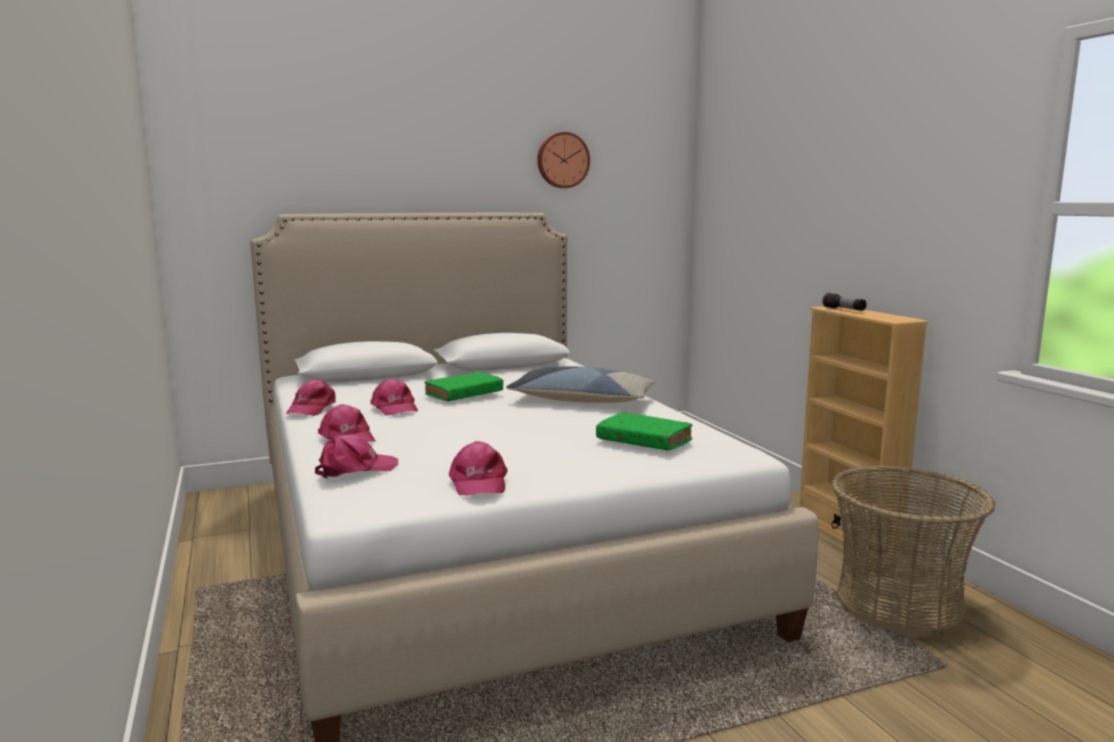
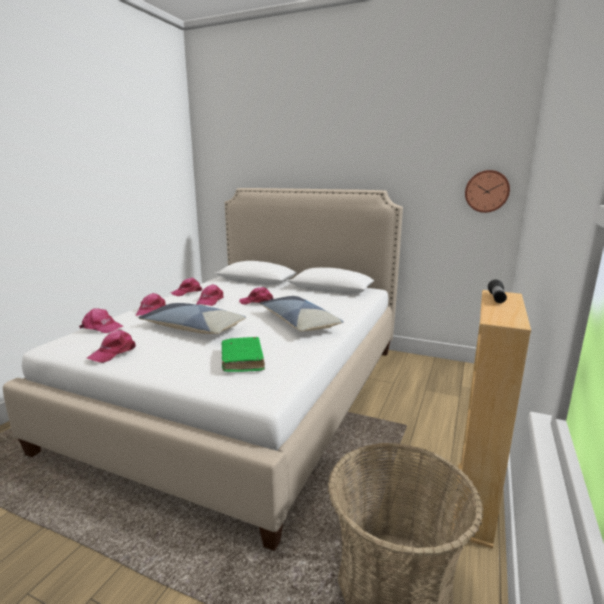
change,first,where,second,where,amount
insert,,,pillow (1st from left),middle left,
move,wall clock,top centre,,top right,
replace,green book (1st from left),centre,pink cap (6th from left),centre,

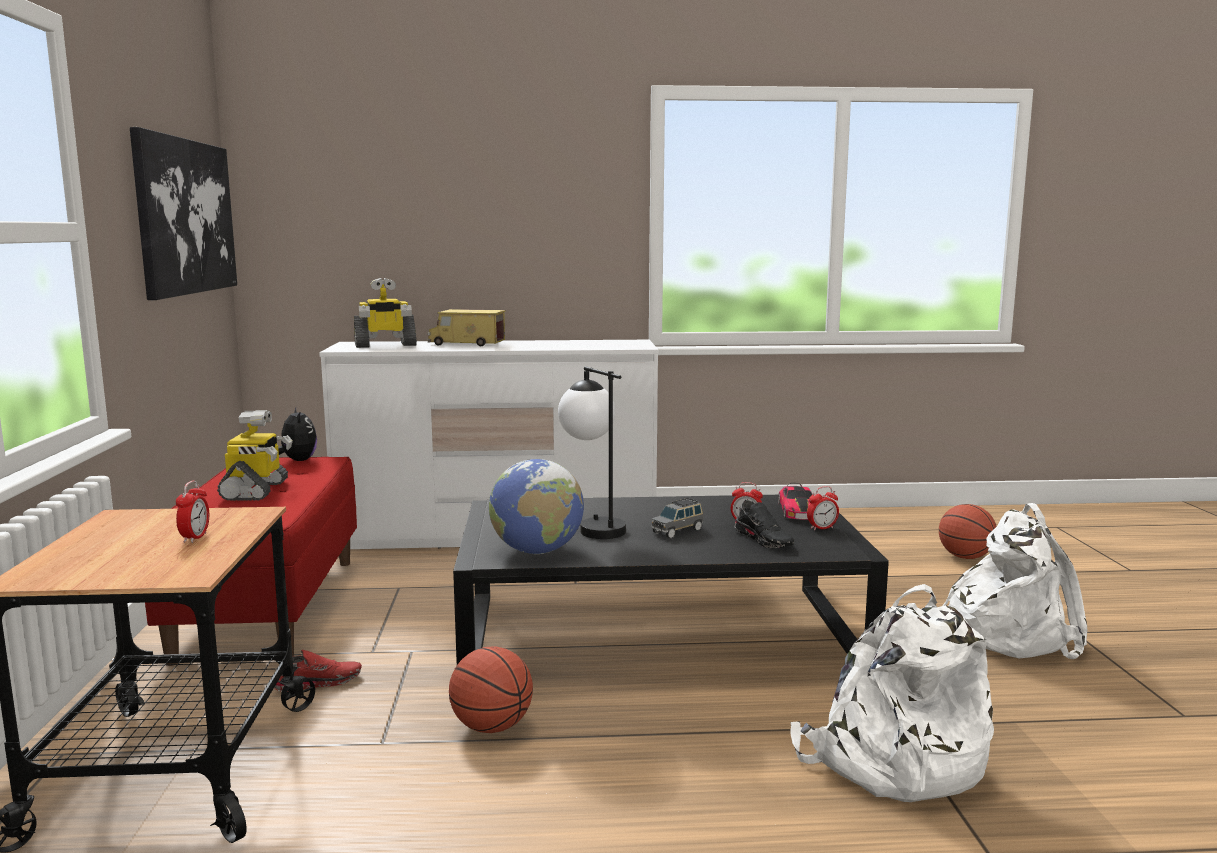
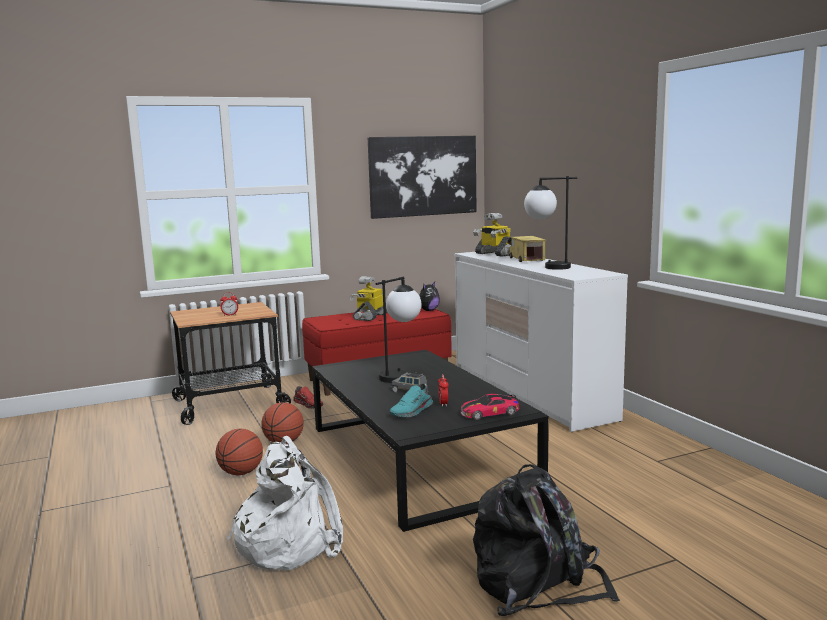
change,first,where,second,where,amount
delete,globe,centre,,,
delete,alarm clock (3rd from left),middle right,,,
insert,,,table lamp (2nd from left),centre,
move,basketball (2nd from left in the first image),middle right,basketball (1st from left),bottom left,
recolor,black shoe,centre,turquoise shoe,centre,
recolor,white backpack (2nd from left),bottom right,black backpack,bottom centre,
rotate,toy robot (1st from left),middle left,,centre,135 degrees clockwise

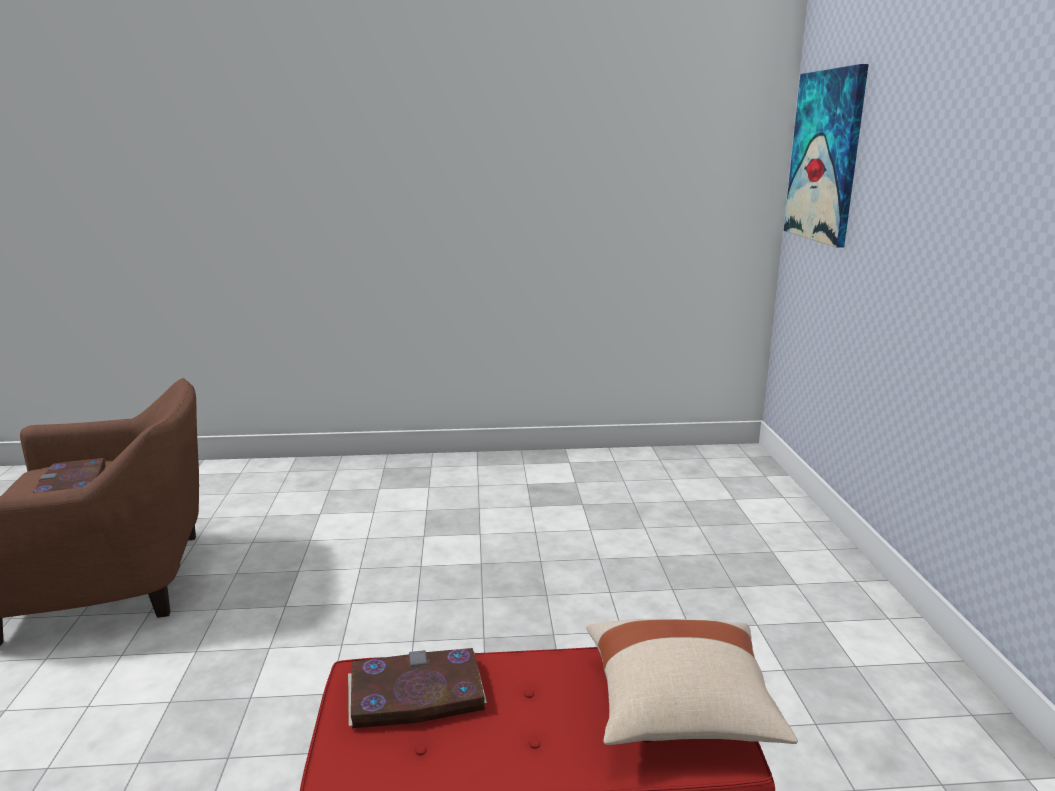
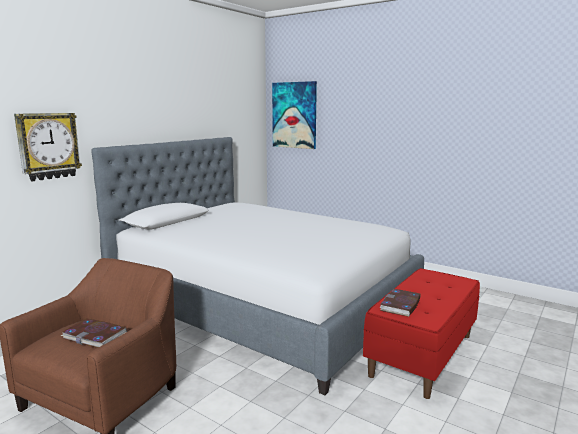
change,first,where,second,where,amount
delete,beige pillow,bottom centre,,,
insert,,,wall clock,middle left,
insert,,,bed,centre,

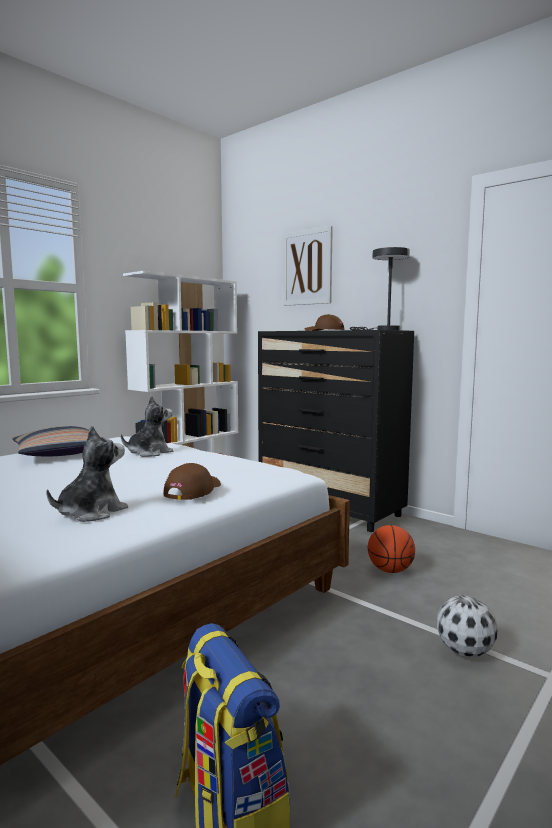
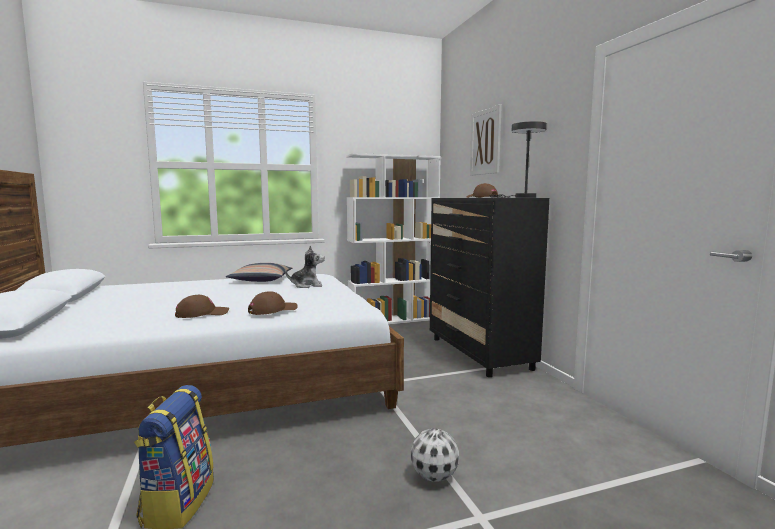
change,first,where,second,where,amount
delete,basketball,middle right,,,
replace,plush toy (1st from left),middle left,brown cap (1st from left),middle left,

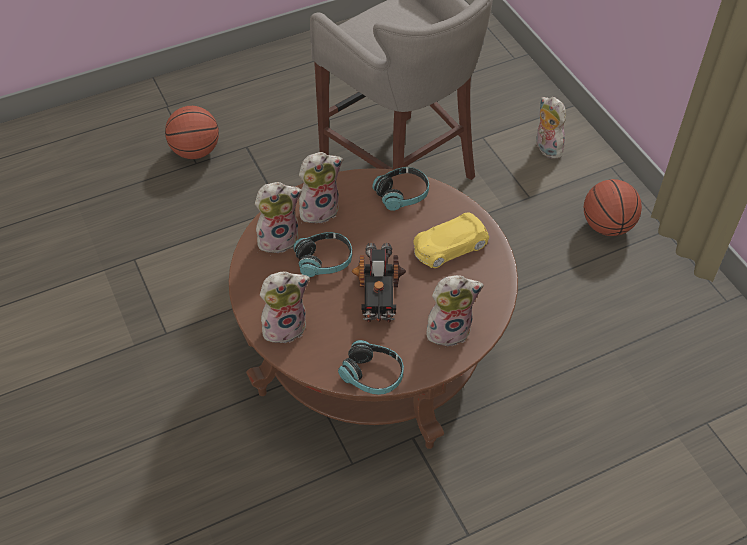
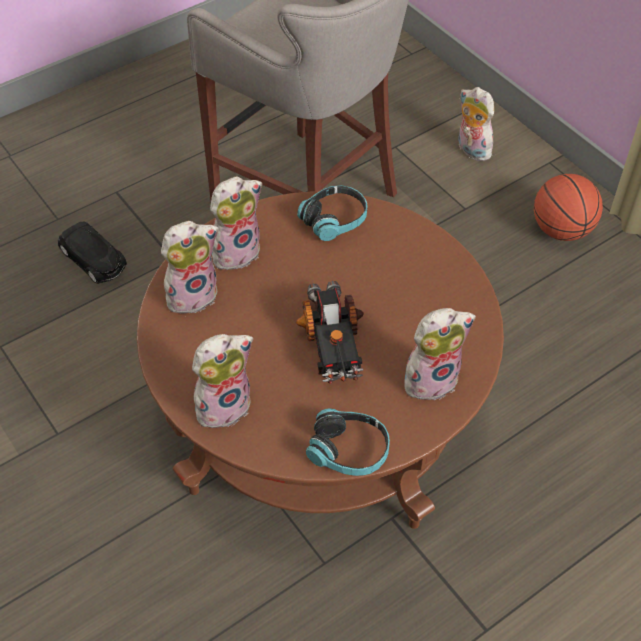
change,first,where,second,where,amount
delete,basketball (1st from left),top left,,,
delete,headphones (1st from left),centre,,,
delete,yellow toy car,centre,,,
insert,,,black toy car,middle left,

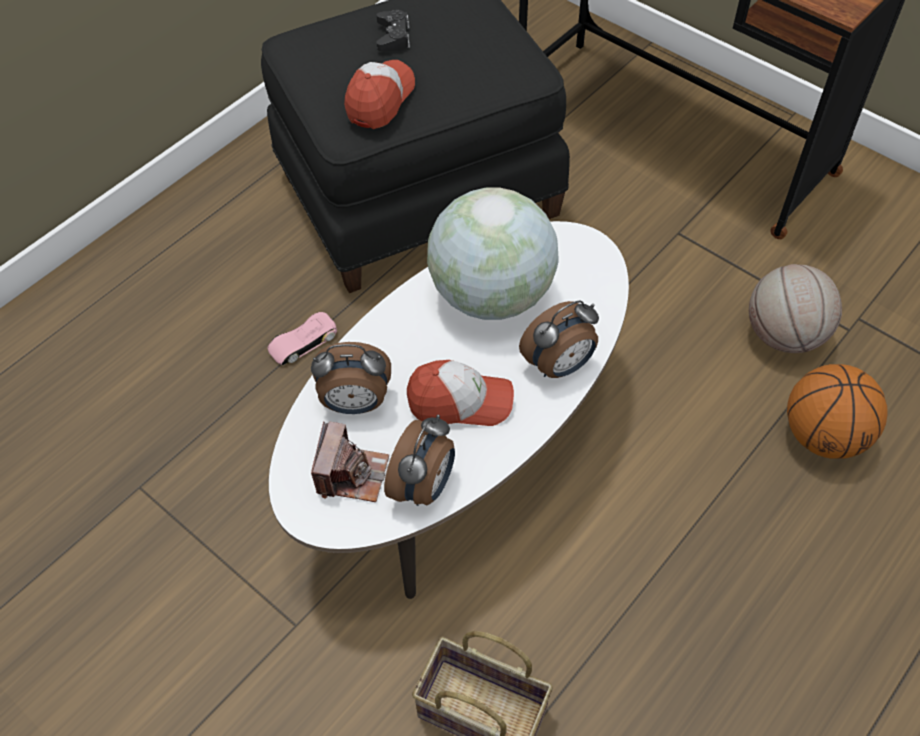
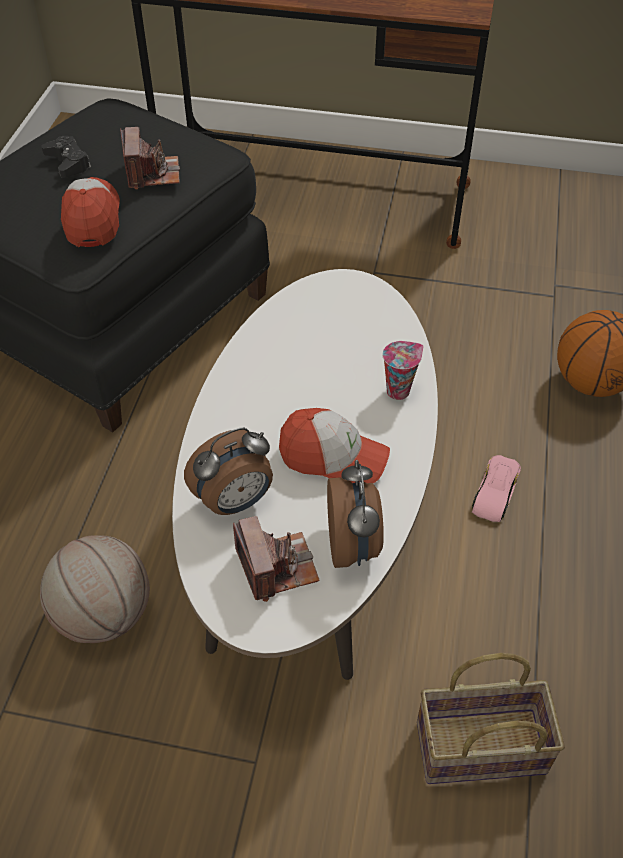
change,first,where,second,where,amount
delete,globe,centre,,,
insert,,,photo camera (1st from left),top left,
move,pink toy car,middle left,,middle right,
move,basketball (1st from left),middle right,,bottom left,
replace,alarm clock (3rd from left),centre,cup,centre,
rotate,cap (2nd from left),centre,,centre,45 degrees clockwise

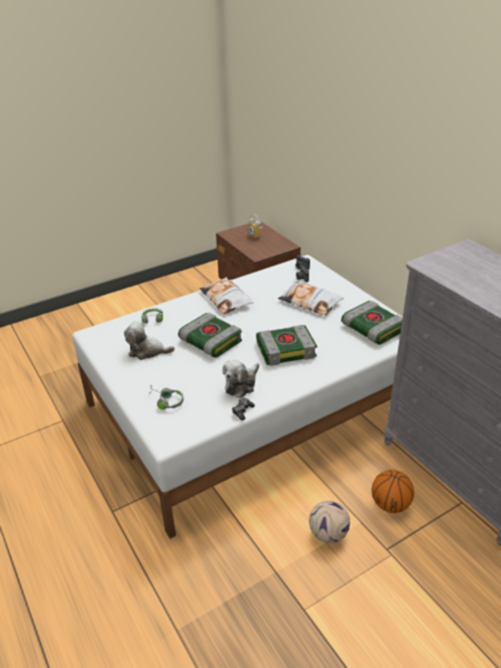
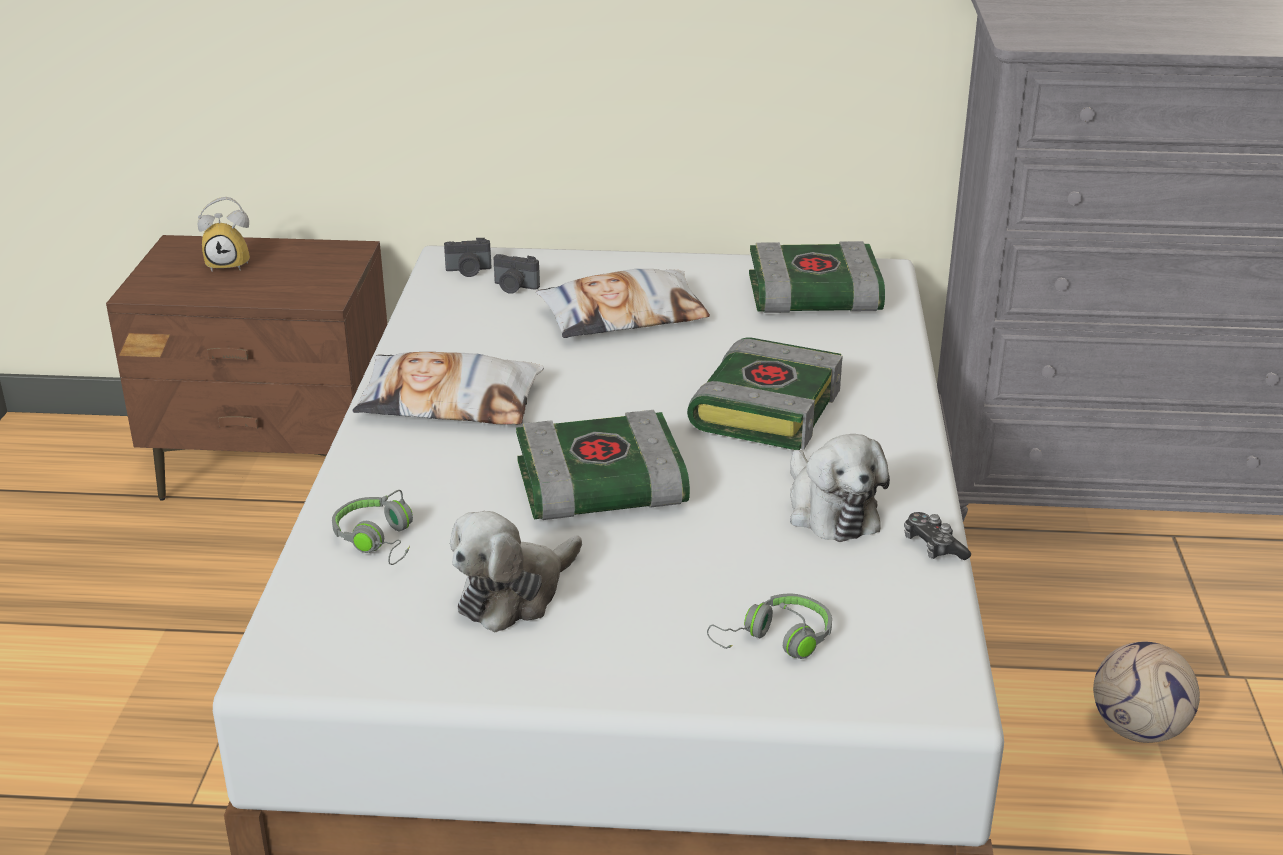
change,first,where,second,where,amount
delete,basketball,bottom right,,,

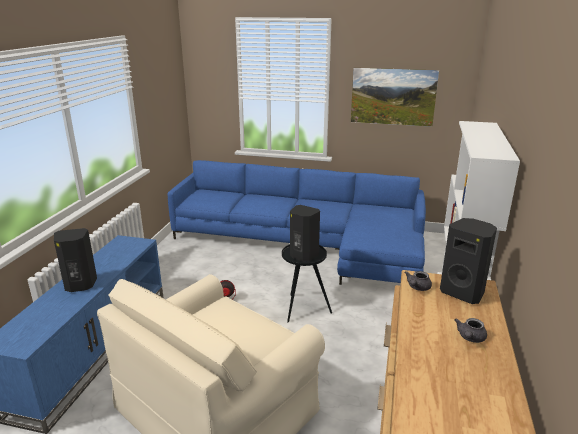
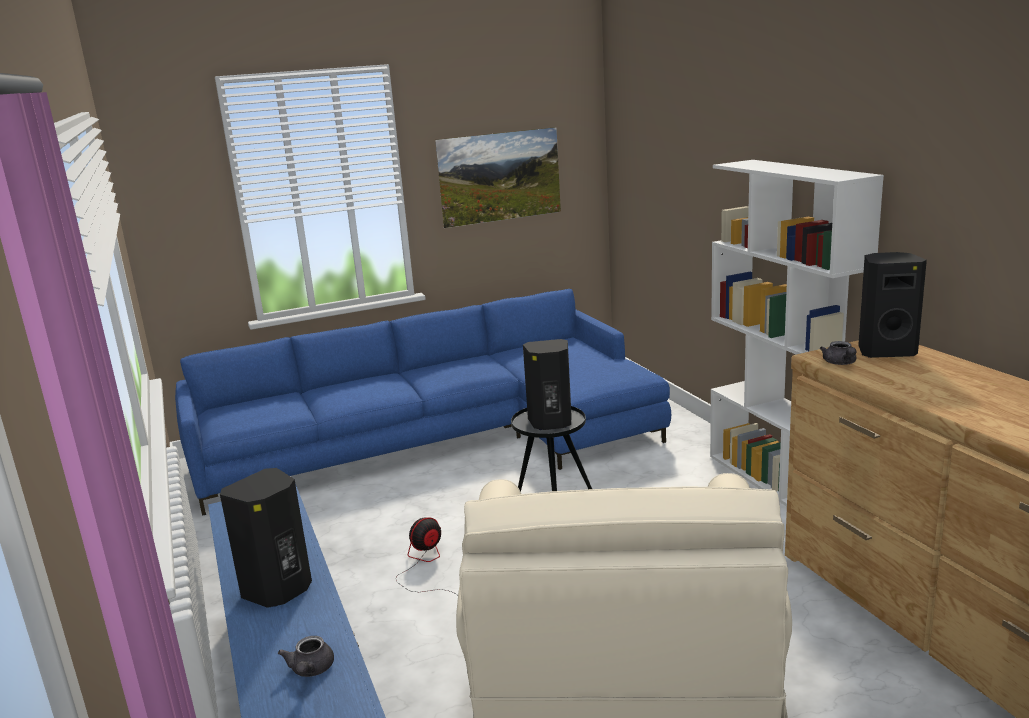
change,first,where,second,where,amount
move,grey teapot (2nd from left in the first image),bottom right,grey teapot (1st from left),bottom left,

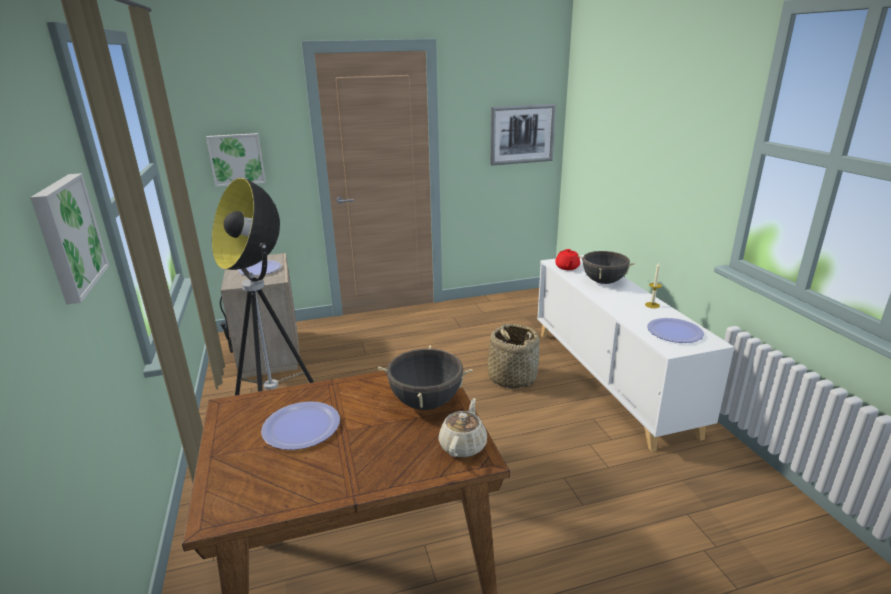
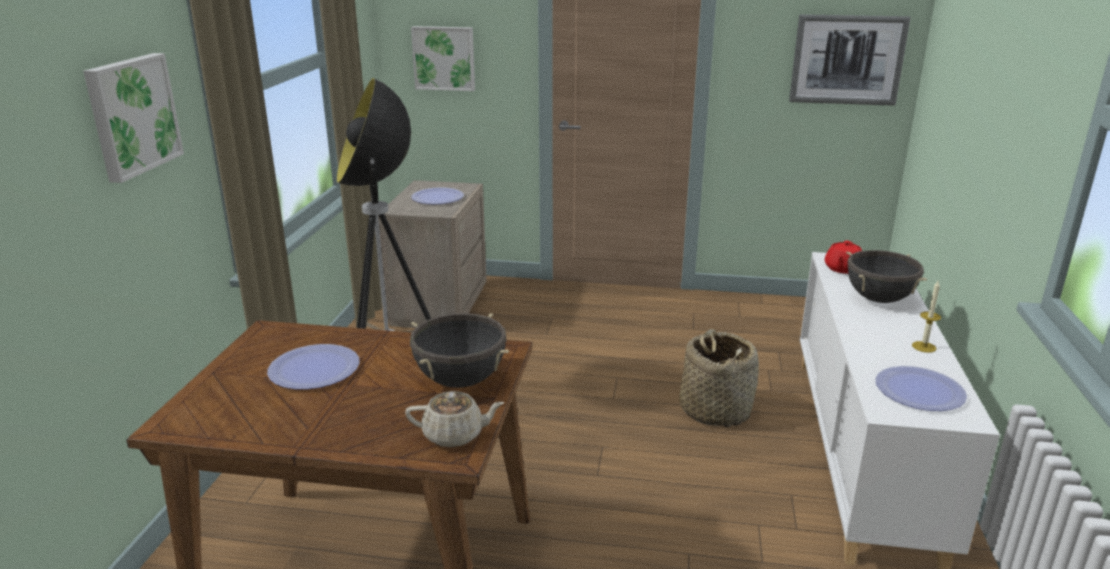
change,first,where,second,where,amount
rotate,beige teapot,bottom centre,,bottom centre,45 degrees clockwise

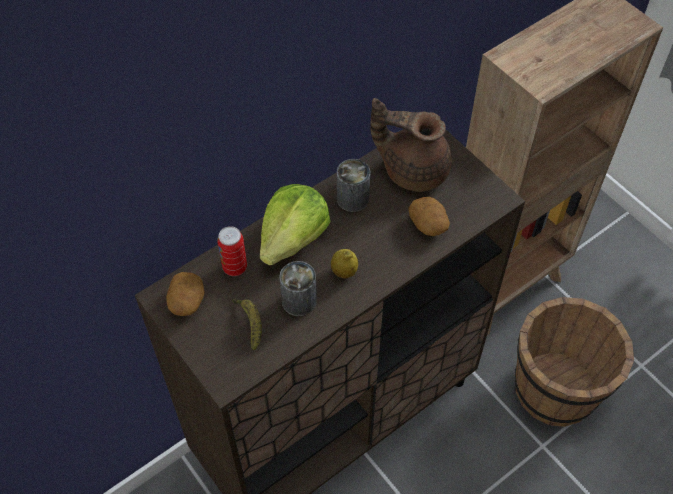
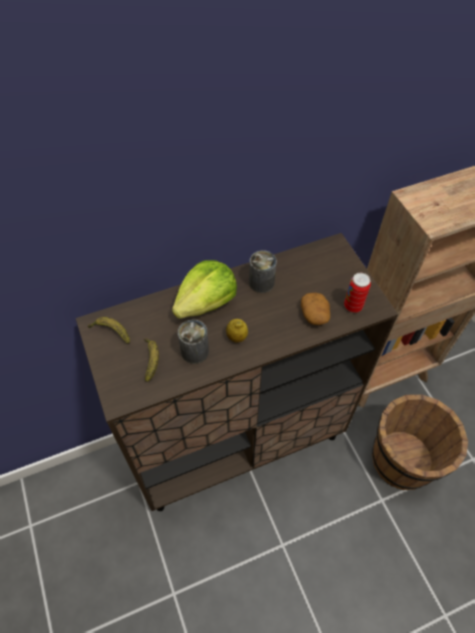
change,first,where,second,where,amount
delete,brown teapot,top centre,,,
move,can (1st from left in the first image),centre,can (3rd from left),middle right,
replace,potato (1st from left),middle left,banana (1st from left),middle left,

